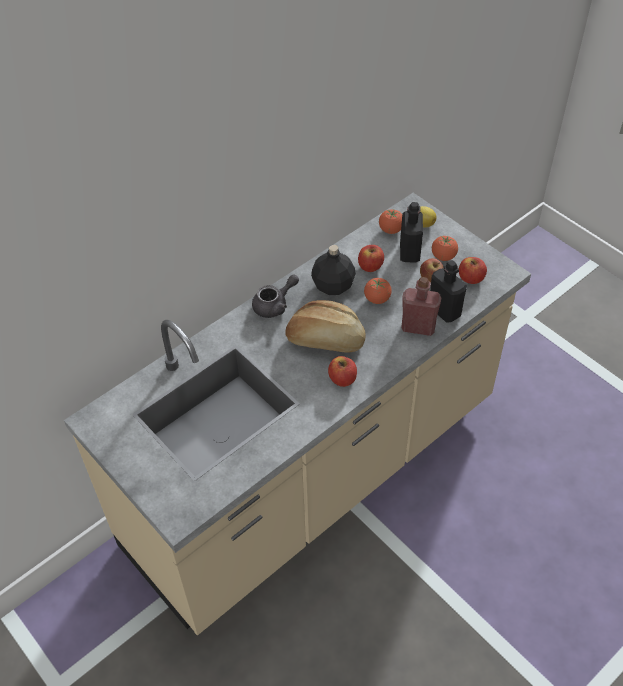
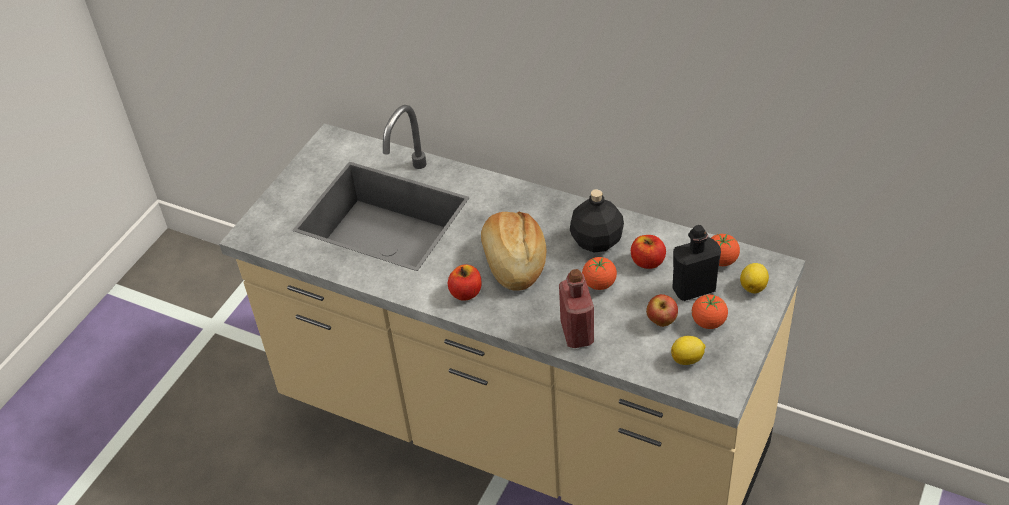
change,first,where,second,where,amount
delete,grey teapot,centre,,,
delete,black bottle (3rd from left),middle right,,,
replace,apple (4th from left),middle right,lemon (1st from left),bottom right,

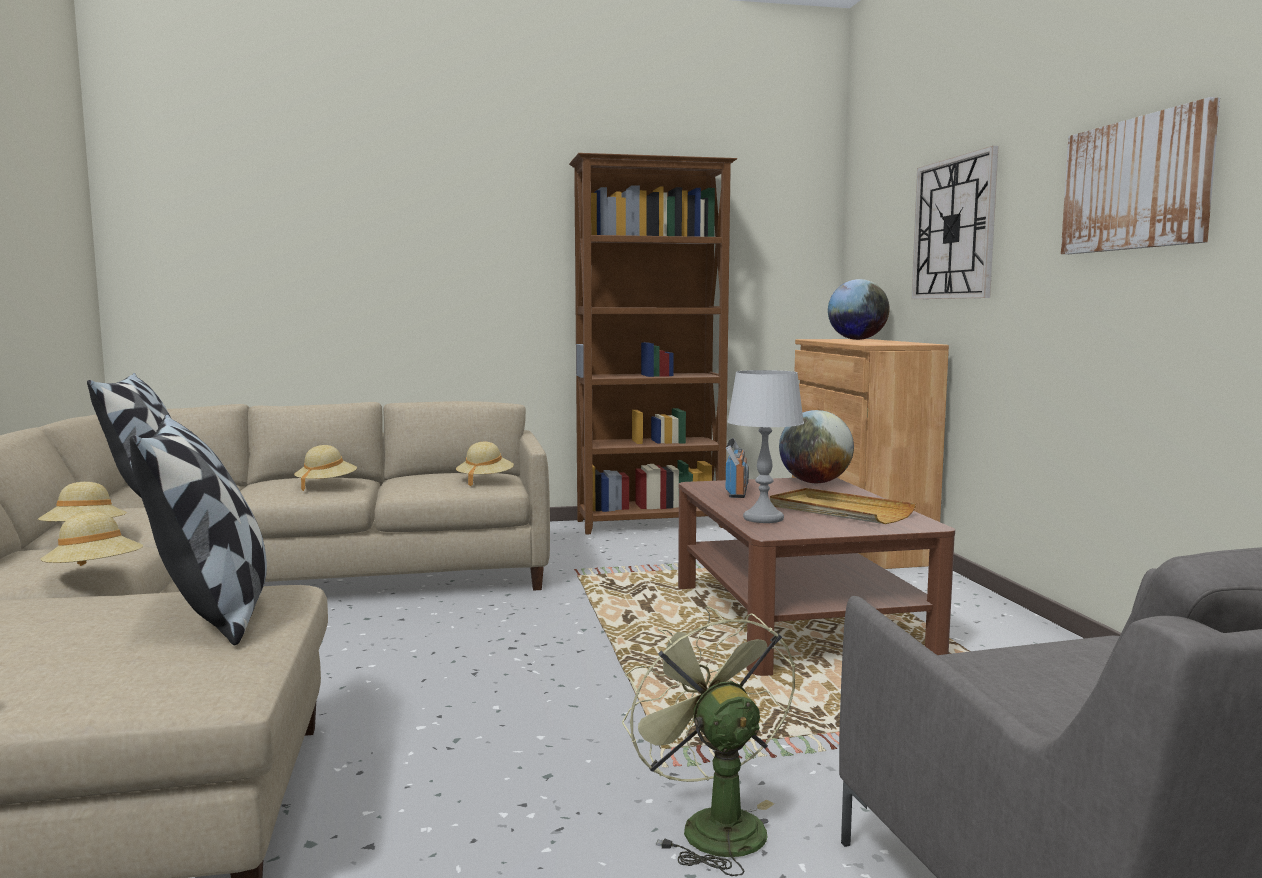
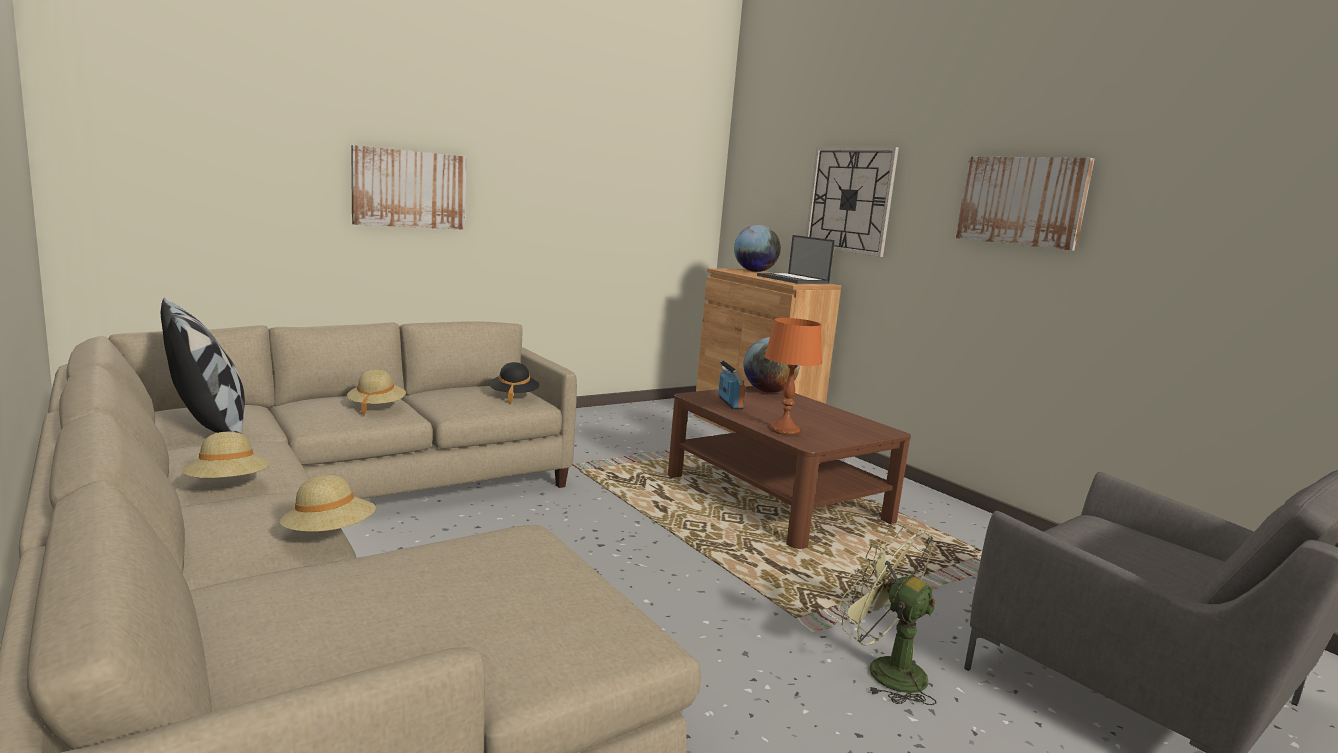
change,first,where,second,where,amount
delete,pillow (2nd from left),middle left,,,
delete,brown bookcase,centre,,,
delete,beige tray,middle right,,,
insert,,,picture (1st from left),top left,
insert,,,laptop,centre,
recolor,beige hat (4th from left),centre,black hat,centre,
recolor,grey table lamp,centre,orange table lamp,centre,

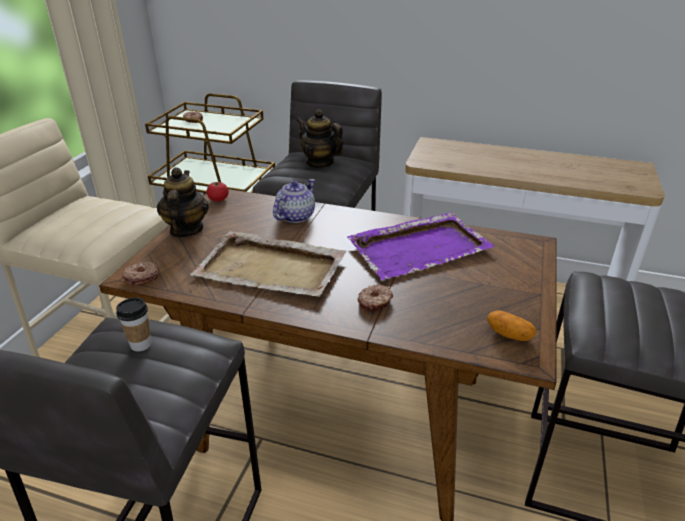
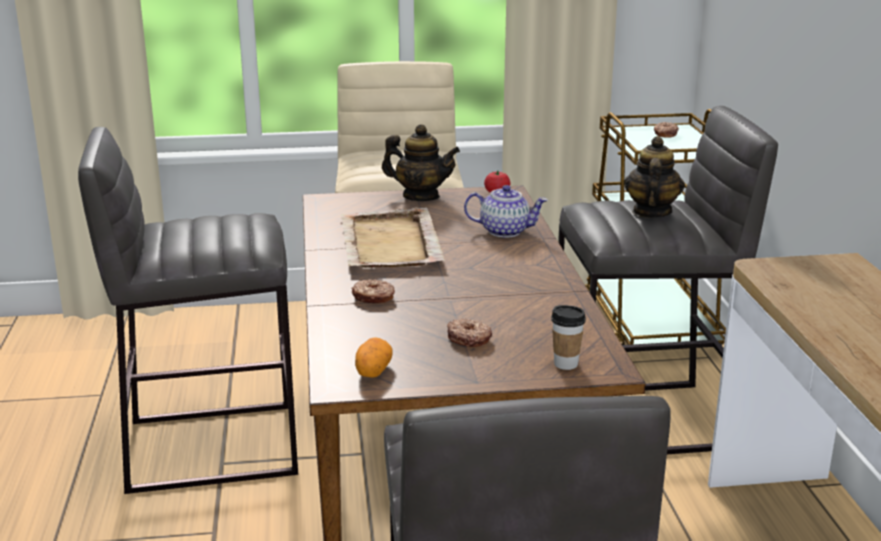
change,first,where,second,where,amount
delete,purple tray,centre,,,
move,cup,middle left,,centre,
move,donut (1st from left in the first image),middle left,donut (2nd from left),centre,
rotate,teapot (1st from left),middle left,,top centre,45 degrees clockwise

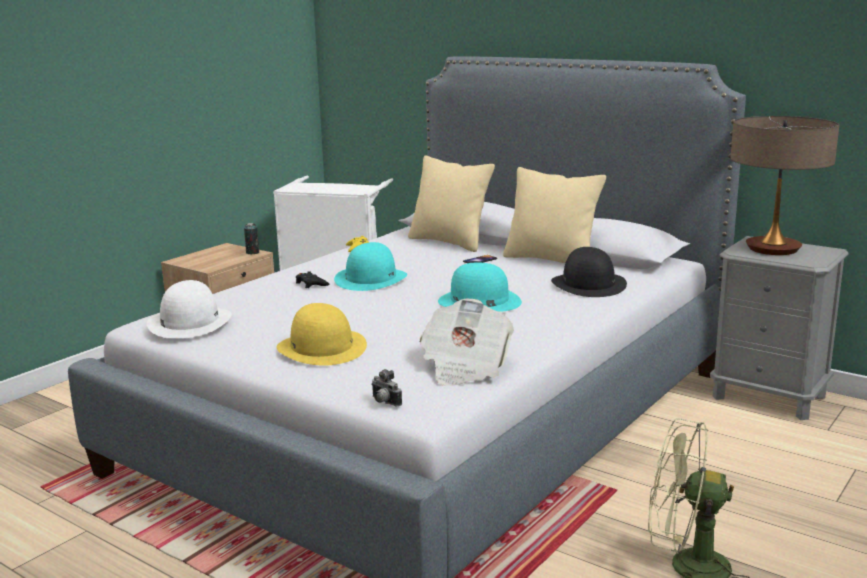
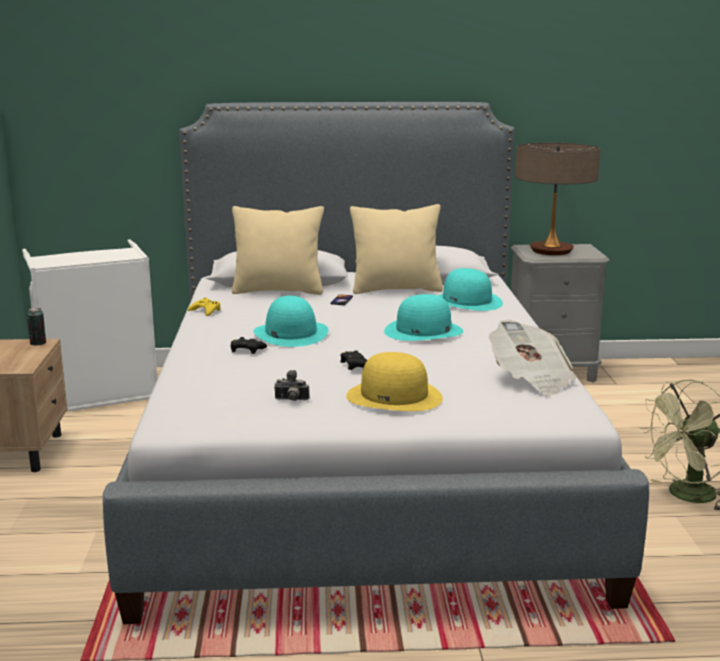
change,first,where,second,where,amount
delete,white hat,middle left,,,
insert,,,black game controller (2nd from left),centre,
move,photo camera,bottom centre,,centre,
recolor,black hat,middle right,turquoise hat (3rd from left),centre,

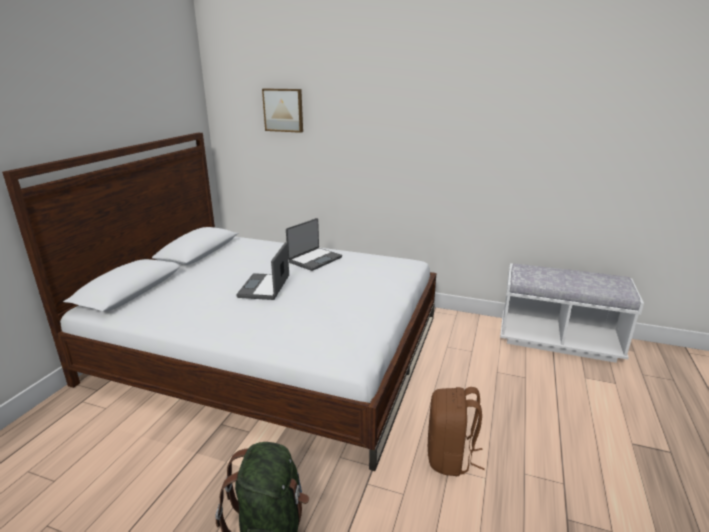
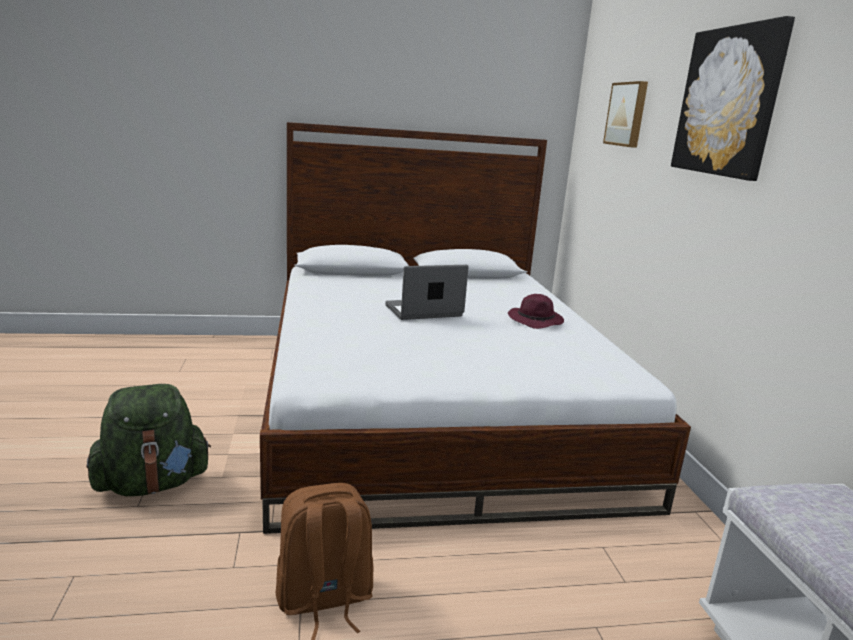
change,first,where,second,where,amount
insert,,,picture (2nd from left),top right,
replace,laptop (2nd from left),centre,purple hat,centre,

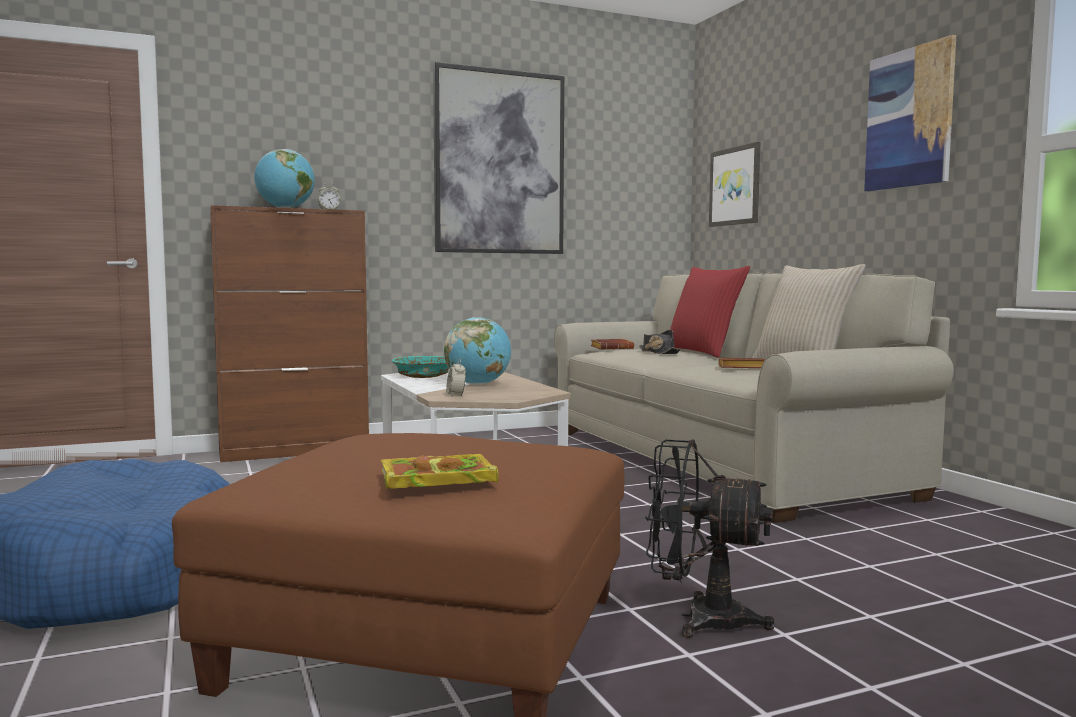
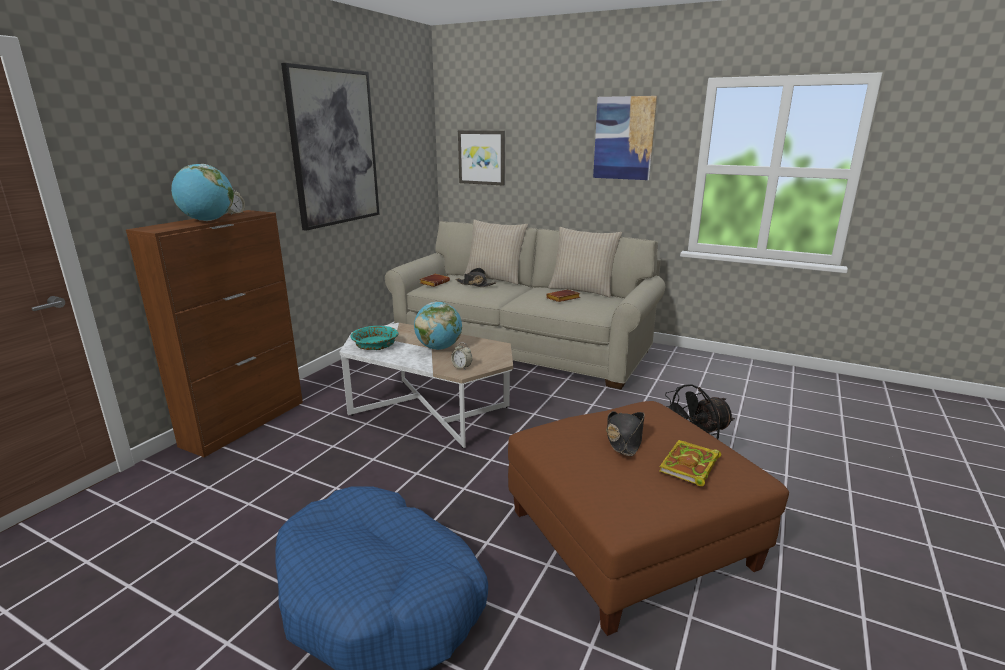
change,first,where,second,where,amount
insert,,,black hat (2nd from left),centre,
recolor,red pillow,centre,beige pillow (1st from left),centre,

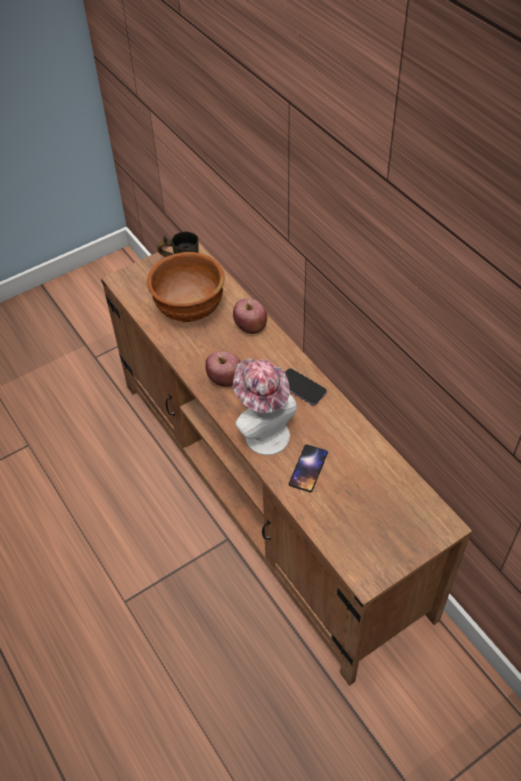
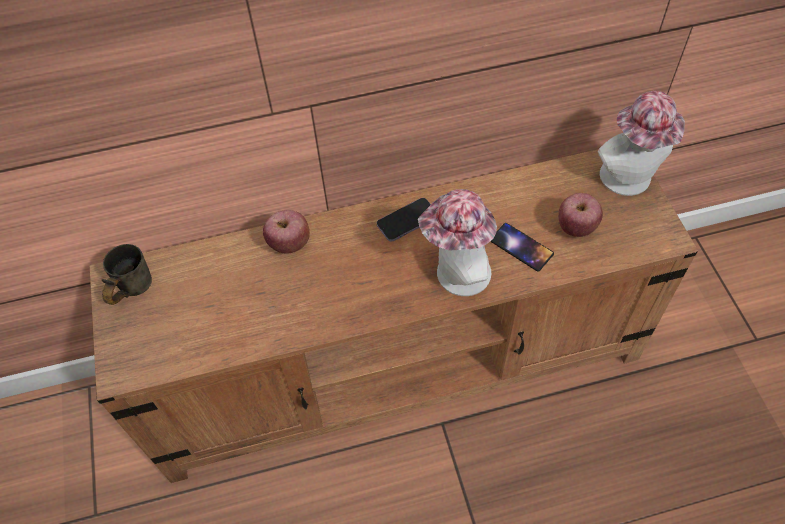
change,first,where,second,where,amount
delete,brown bowl,centre,,,
insert,,,hat (2nd from left),top right,
move,apple (1st from left in the first image),centre,apple (2nd from left),middle right,

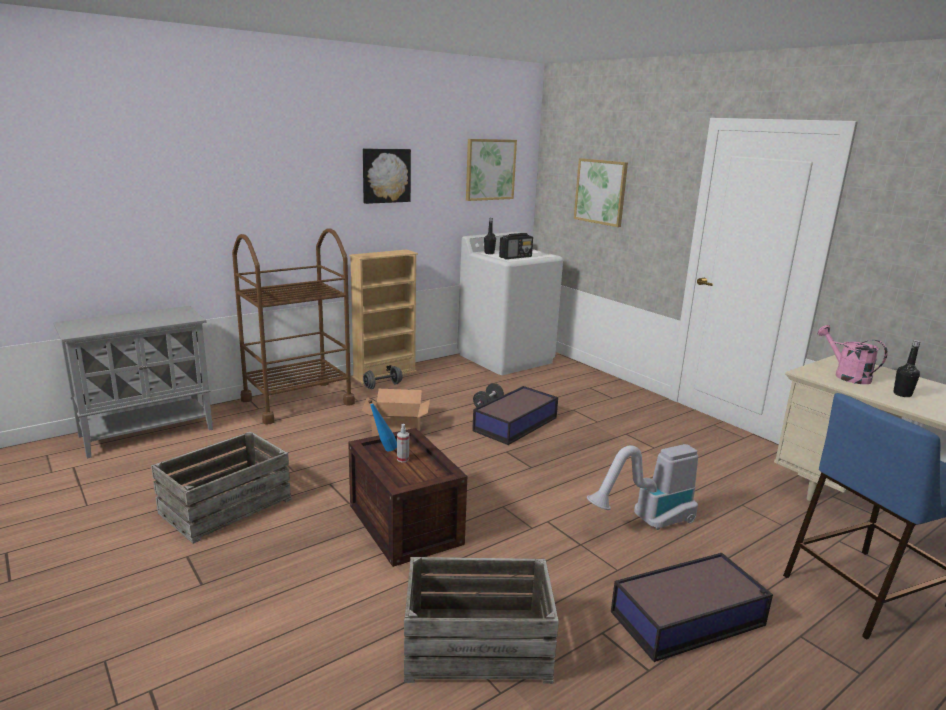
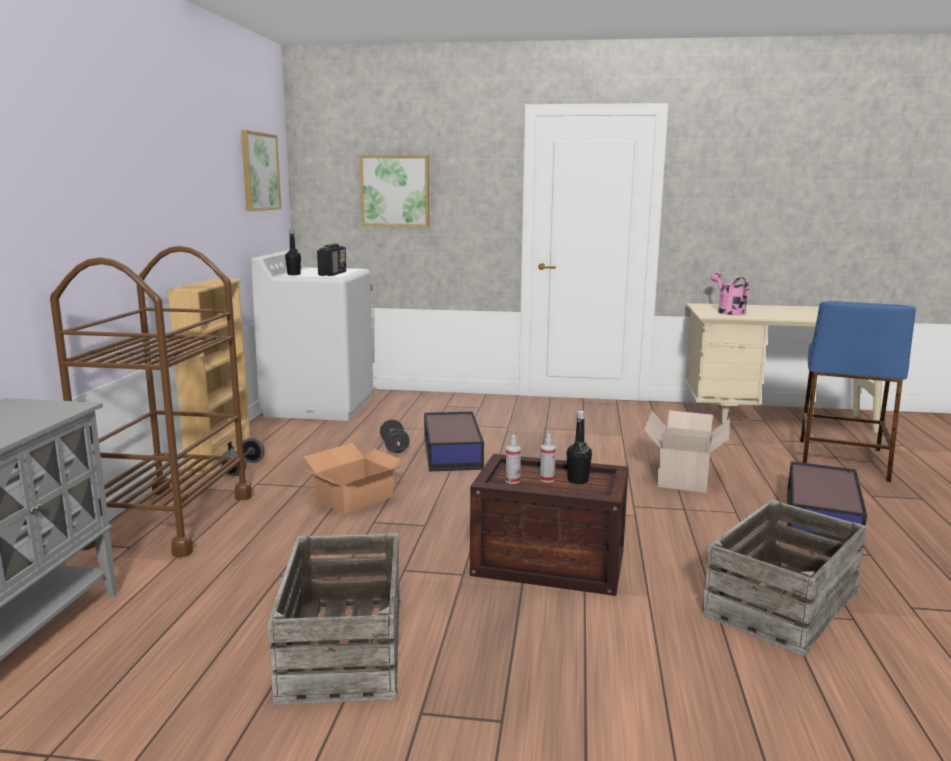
change,first,where,second,where,amount
delete,picture (1st from left),top centre,,,
move,black bottle (2nd from left),middle right,,centre,
replace,blue bottle,centre,spray bottle (1st from left),centre,
replace,vacuum cleaner,bottom right,cardboard box (2nd from left),middle right,
rotate,pink watering can,middle right,,middle right,60 degrees clockwise

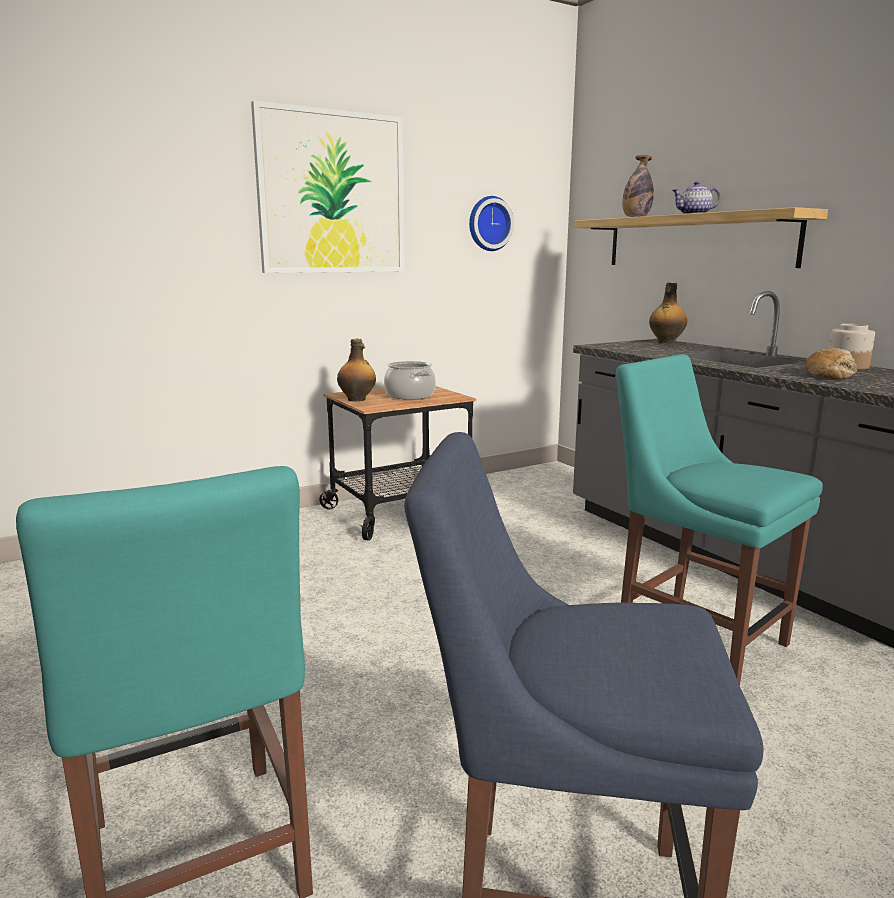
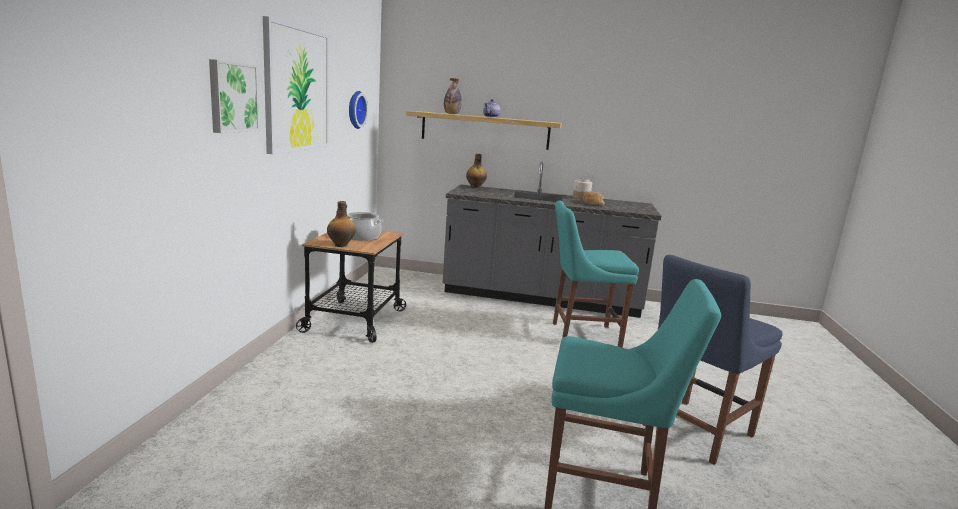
change,first,where,second,where,amount
insert,,,picture (1st from left),top left,

